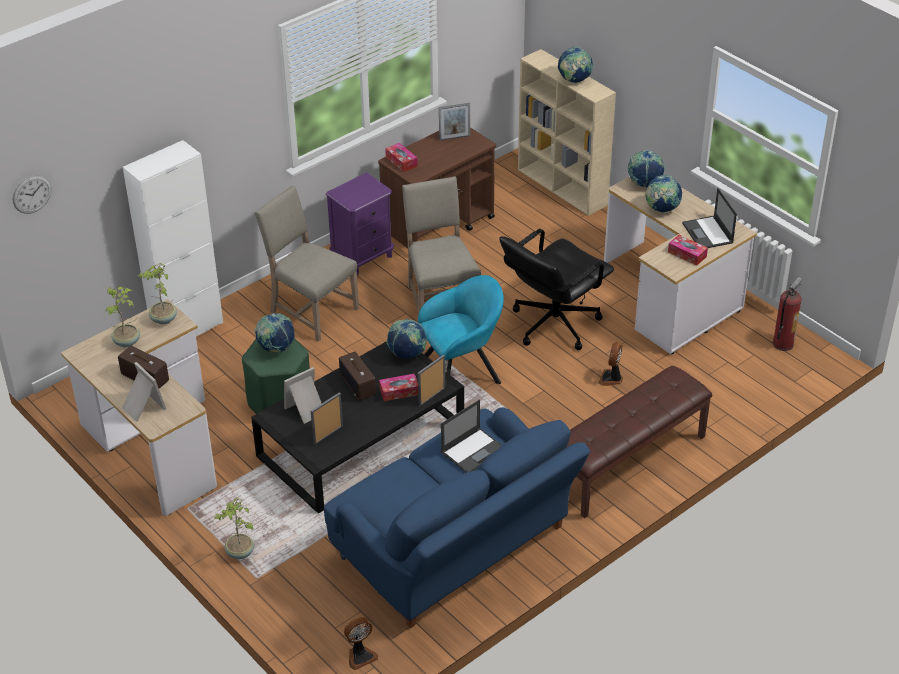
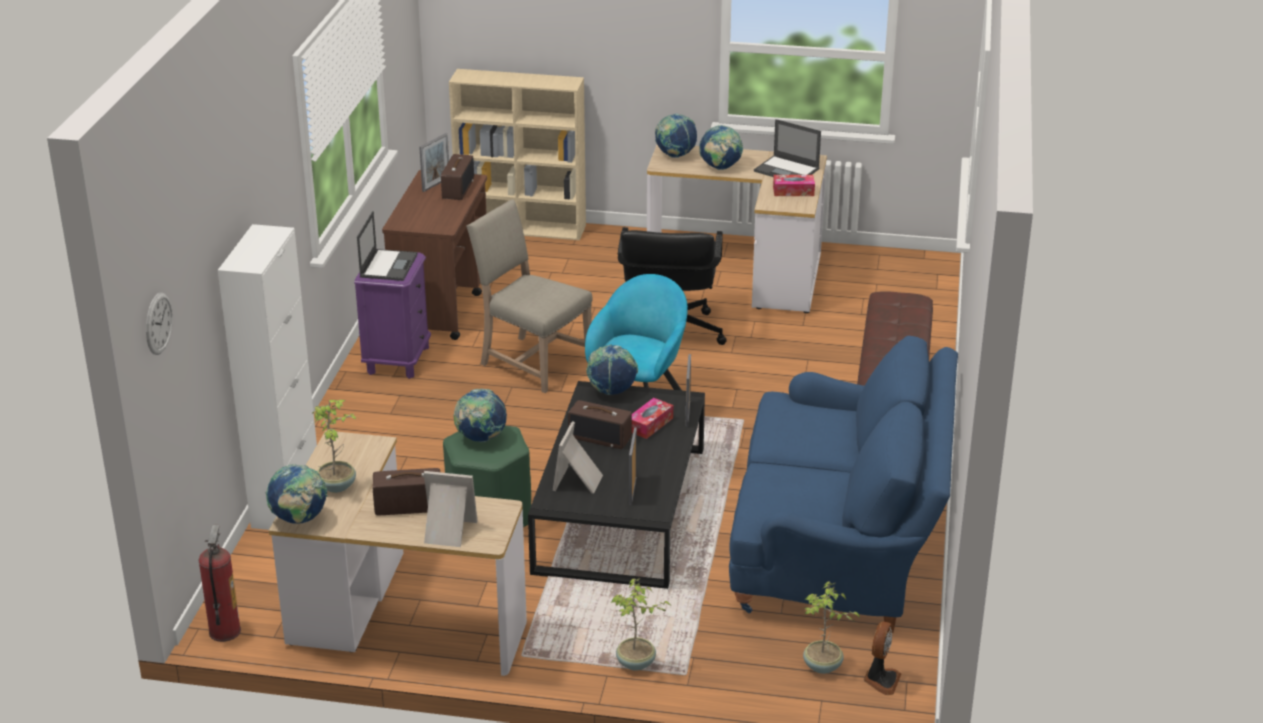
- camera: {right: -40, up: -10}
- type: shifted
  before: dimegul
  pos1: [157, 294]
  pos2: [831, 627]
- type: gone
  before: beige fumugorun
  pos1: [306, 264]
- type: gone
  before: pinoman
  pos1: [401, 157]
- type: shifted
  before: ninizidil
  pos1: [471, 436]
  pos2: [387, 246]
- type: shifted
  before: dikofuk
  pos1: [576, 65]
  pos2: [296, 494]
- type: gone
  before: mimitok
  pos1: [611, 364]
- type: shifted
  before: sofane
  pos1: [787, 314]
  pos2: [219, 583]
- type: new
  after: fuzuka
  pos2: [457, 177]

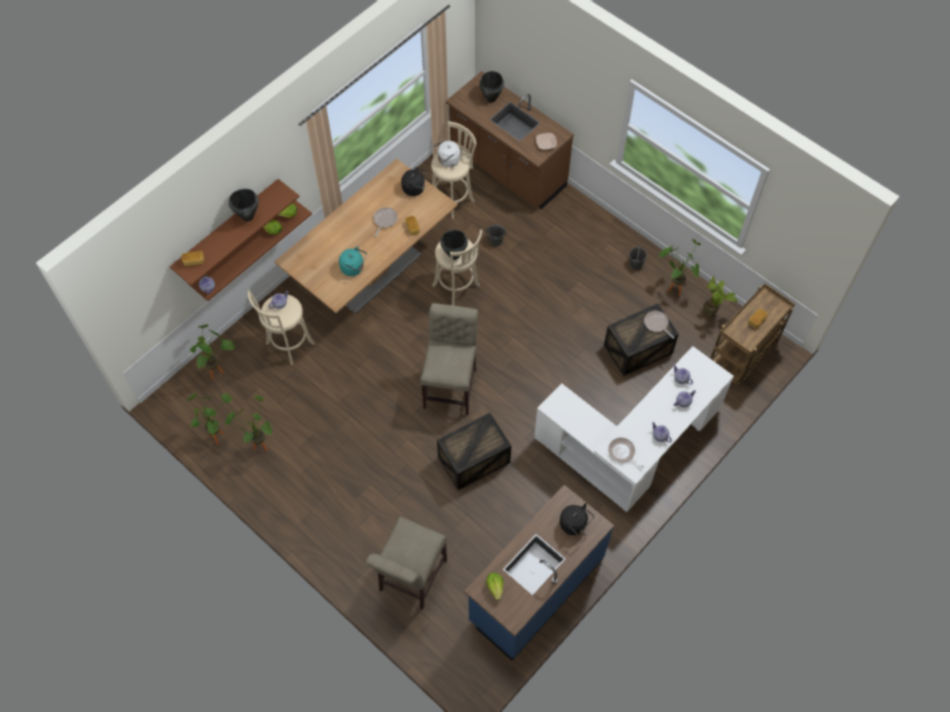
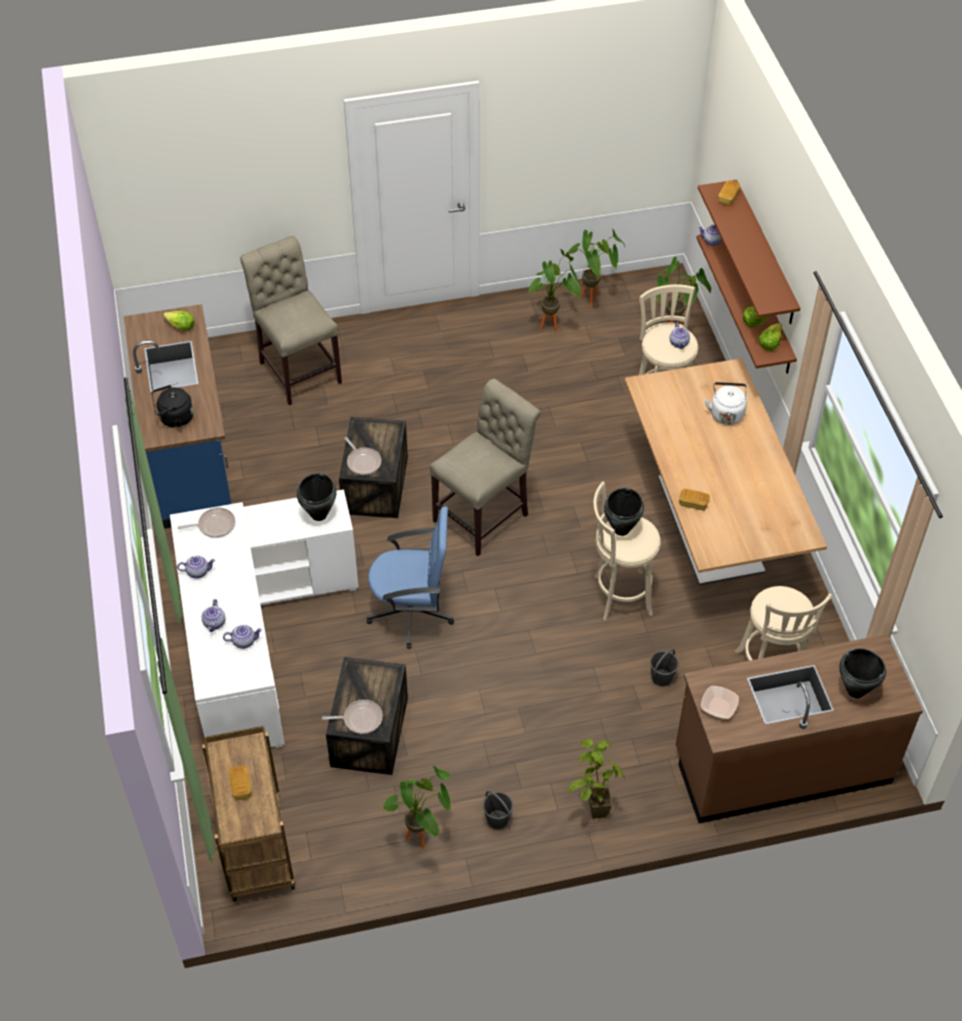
- camera: {right: 125, up: -10}
- type: shifted
  before: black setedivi
  pos1: [244, 205]
  pos2: [316, 497]
- type: gone
  before: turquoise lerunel
  pos1: [353, 261]
- type: shifted
  before: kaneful
  pos1: [386, 222]
  pos2: [363, 456]
- type: gone
  before: black lerunel
  pos1: [414, 181]
- type: rotated
  before: beige fumugorun
  pos1: [449, 359]
  pos2: [485, 467]
  turn: -90
- type: shifted
  before: white lerunel
  pos1: [446, 153]
  pos2: [726, 403]
- type: shifted
  before: dimegul
  pos1: [720, 297]
  pos2: [596, 779]
- type: new
  after: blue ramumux
  pos2: [410, 577]

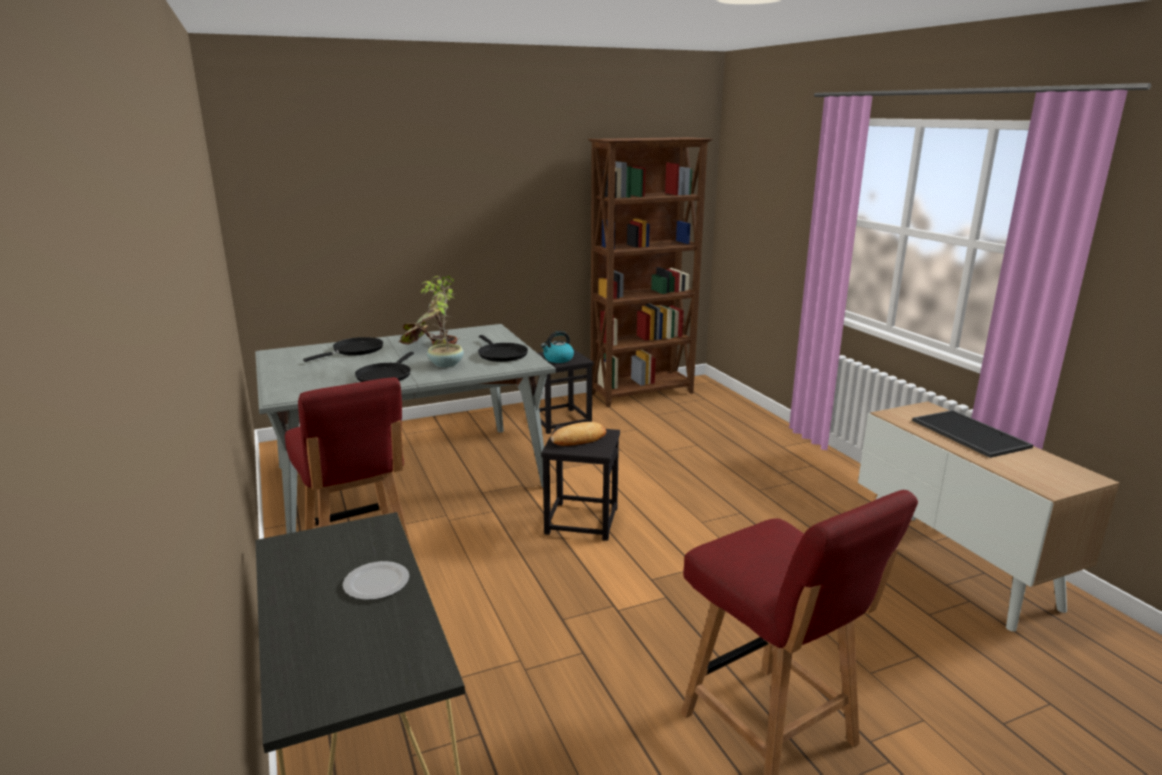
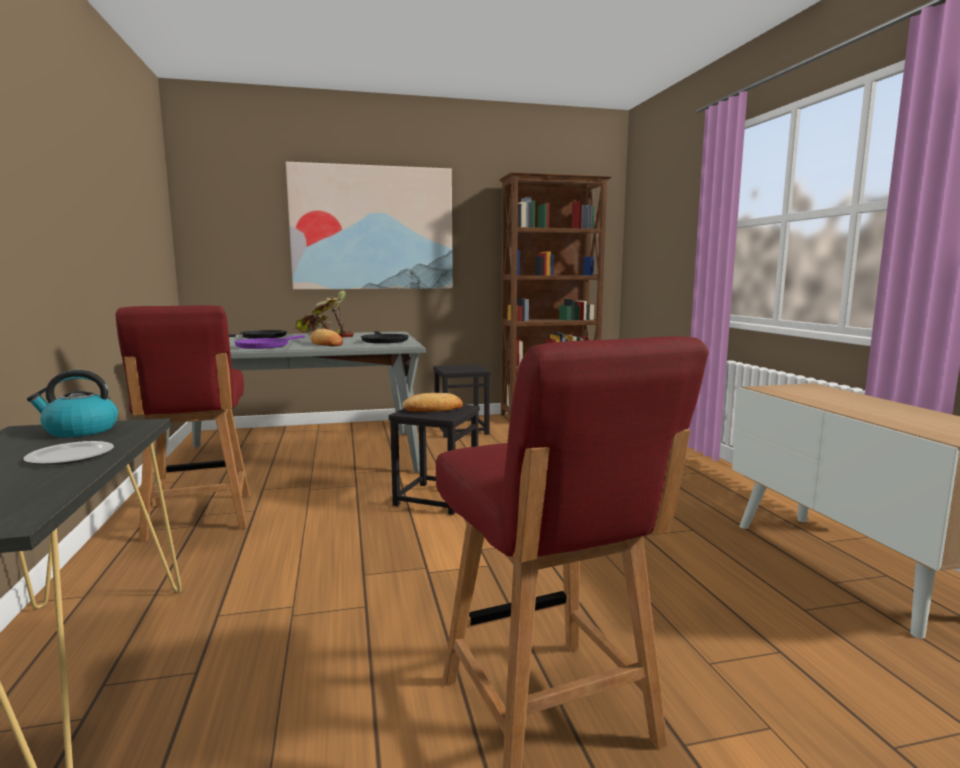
- camera: {right: 10, up: -10}
- type: repainted
  before: black kaneful
  after: purple kaneful
  pos1: [384, 367]
  pos2: [270, 342]
- type: swapped
  before: dimegul
  after: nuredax
  pos1: [442, 322]
  pos2: [326, 337]
- type: shifted
  before: lerunel
  pos1: [557, 347]
  pos2: [72, 403]
- type: gone
  before: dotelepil
  pos1: [972, 434]
- type: new
  after: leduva
  pos2: [369, 225]

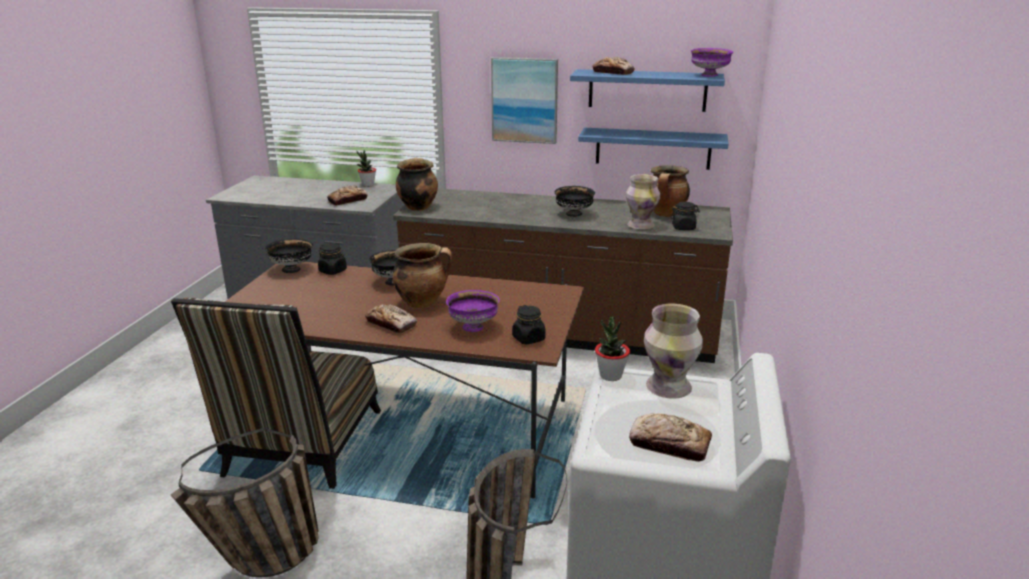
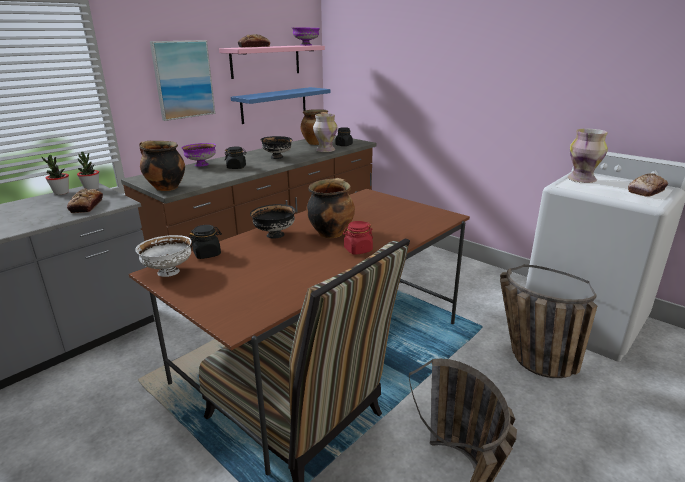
- camera: {right: -60, up: 0}
- type: repainted
  before: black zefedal
  after: white zefedal
  pos1: [289, 256]
  pos2: [163, 256]
- type: swapped
  before: nuredax
  after: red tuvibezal
  pos1: [391, 318]
  pos2: [358, 238]
- type: shifted
  before: purple zefedal
  pos1: [473, 311]
  pos2: [199, 155]
- type: shifted
  before: black tuvibezal
  pos1: [528, 325]
  pos2: [236, 158]
- type: repainted
  before: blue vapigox
  after: pink vapigox
  pos1: [647, 90]
  pos2: [272, 62]
- type: shifted
  before: dimegul
  pos1: [612, 348]
  pos2: [88, 171]

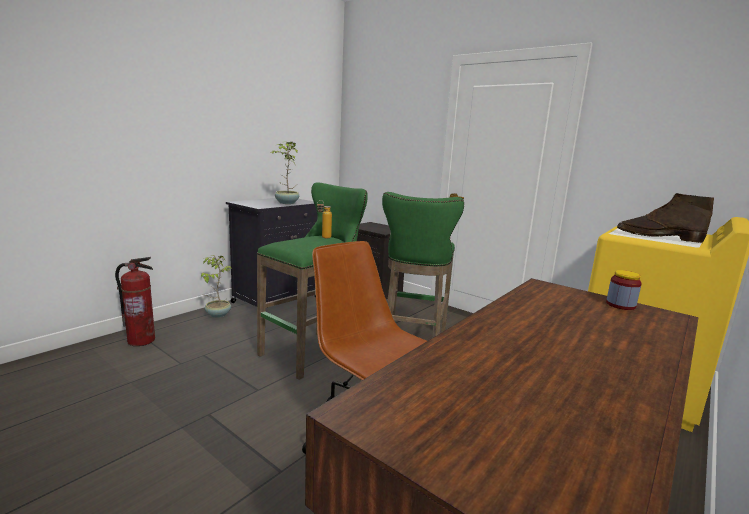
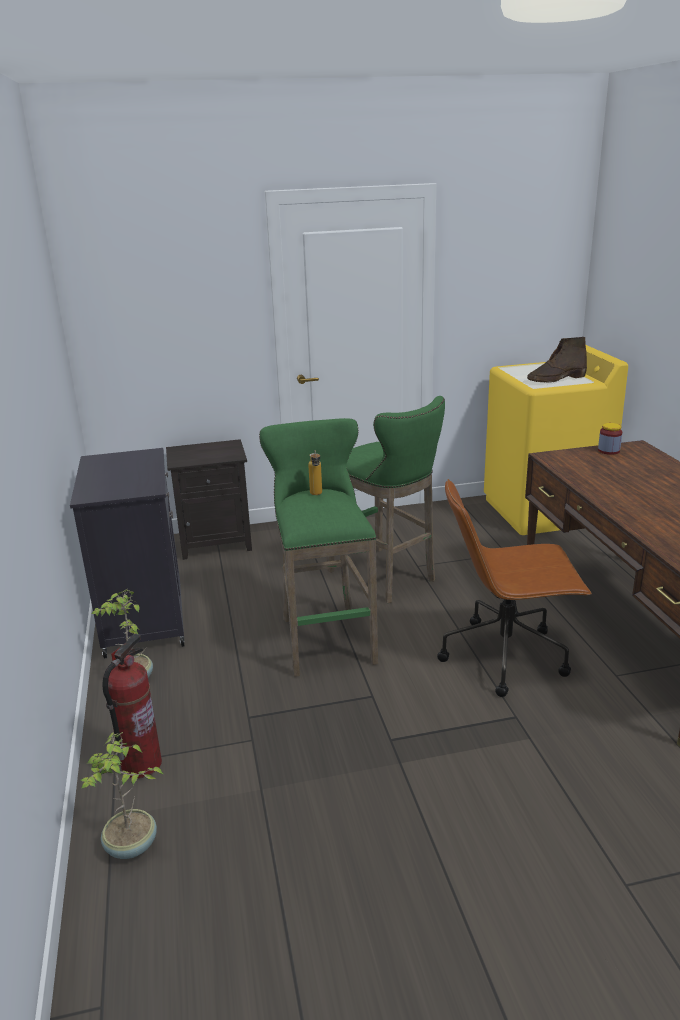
- camera: {right: -50, up: 10}
- type: shifted
  before: dimegul
  pos1: [284, 172]
  pos2: [122, 795]

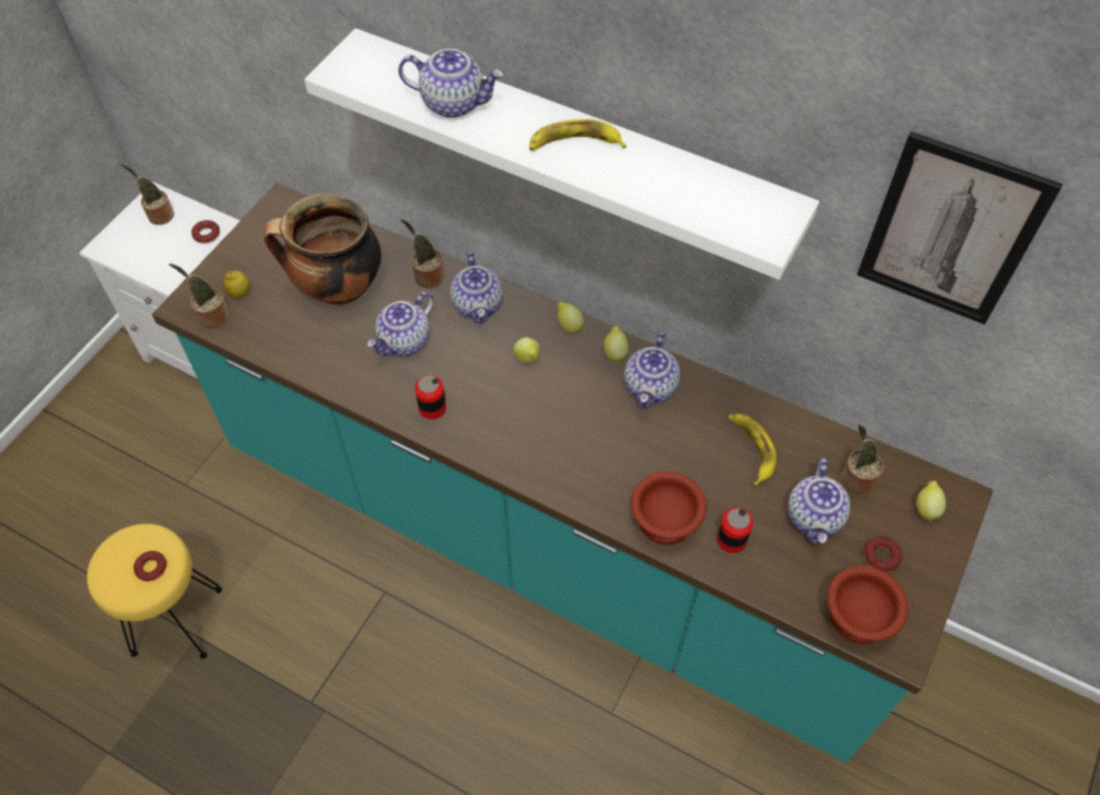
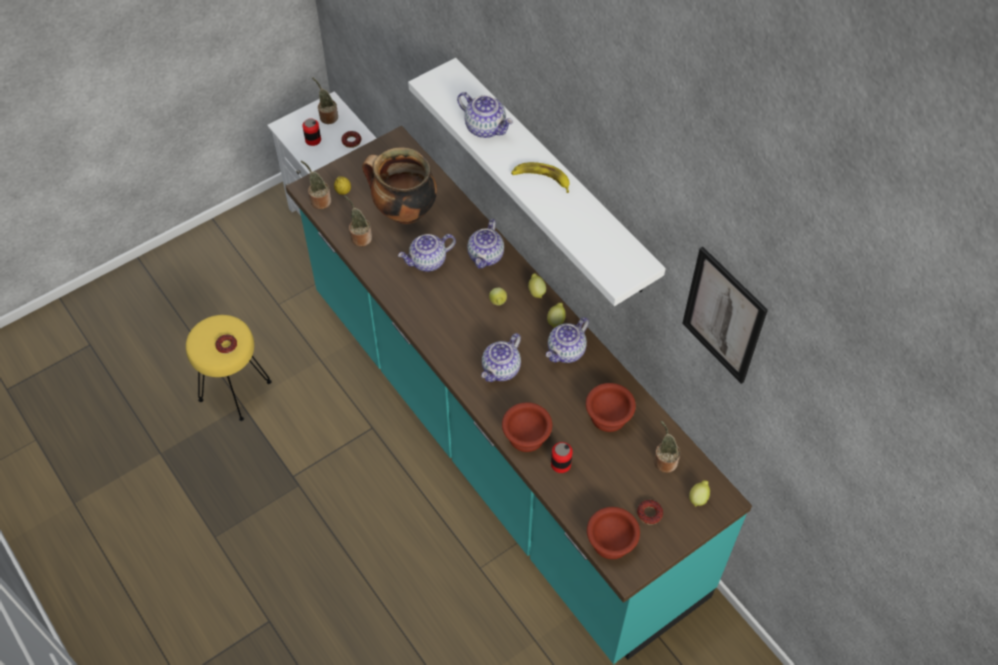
- camera: {right: 25, up: 0}
- type: shifted
  before: dimegul
  pos1: [423, 253]
  pos2: [358, 221]
- type: shifted
  before: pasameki
  pos1: [430, 397]
  pos2: [311, 132]
- type: swapped
  before: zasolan
  after: brown zefedal
  pos1: [752, 450]
  pos2: [611, 407]
- type: shifted
  before: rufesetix
  pos1: [819, 501]
  pos2: [501, 357]

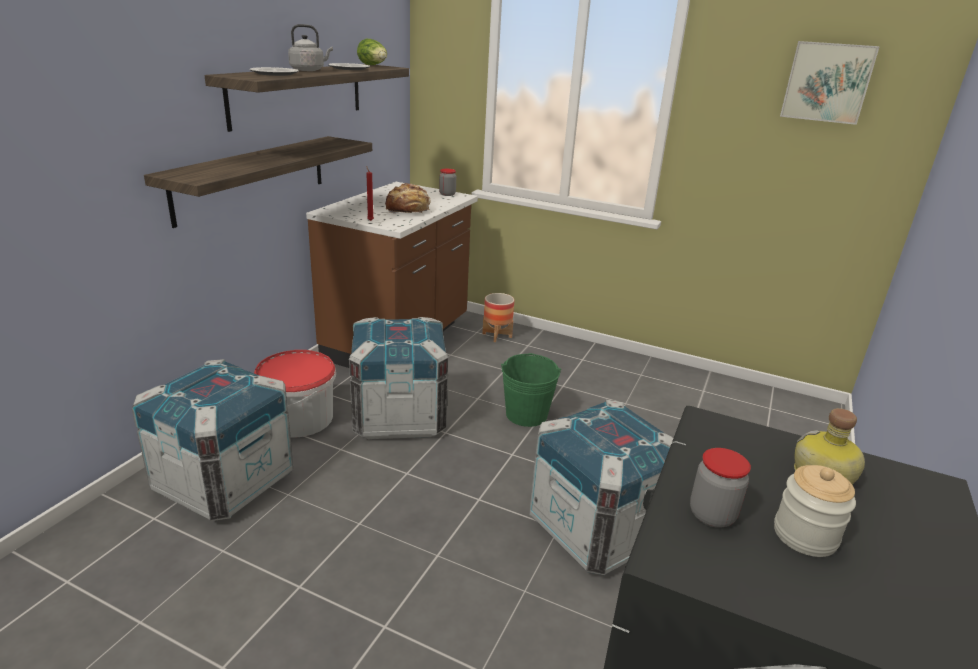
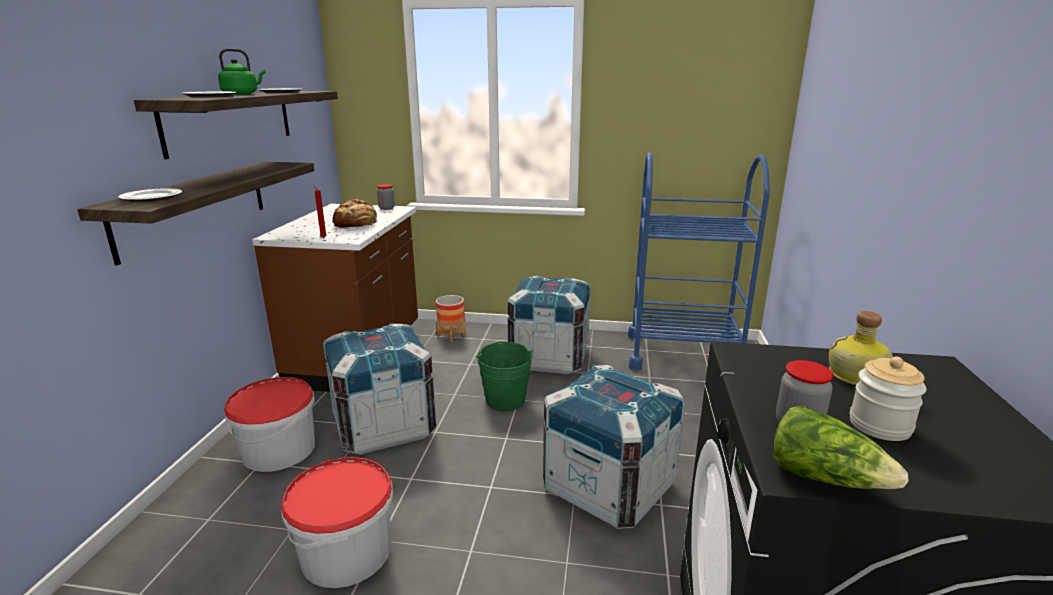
- camera: {right: -15, up: -5}
- type: shifted
  before: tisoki
  pos1: [212, 440]
  pos2: [549, 325]
- type: repainted
  before: grey lerunel
  after: green lerunel
  pos1: [310, 47]
  pos2: [242, 71]
- type: shifted
  before: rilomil
  pos1: [372, 51]
  pos2: [841, 447]
- type: gone
  before: leduva
  pos1: [830, 83]
- type: new
  after: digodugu
  pos2: [150, 195]
- type: new
  after: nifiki
  pos2: [337, 522]
- type: new
  after: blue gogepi
  pos2: [699, 261]

